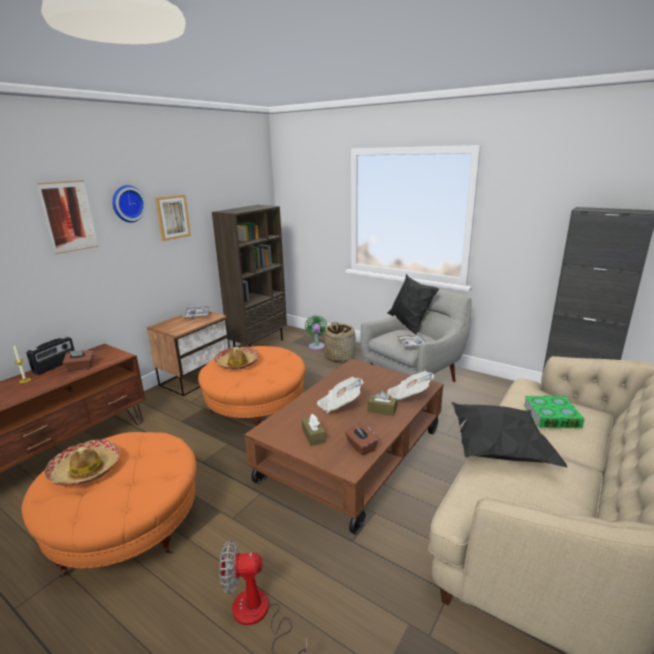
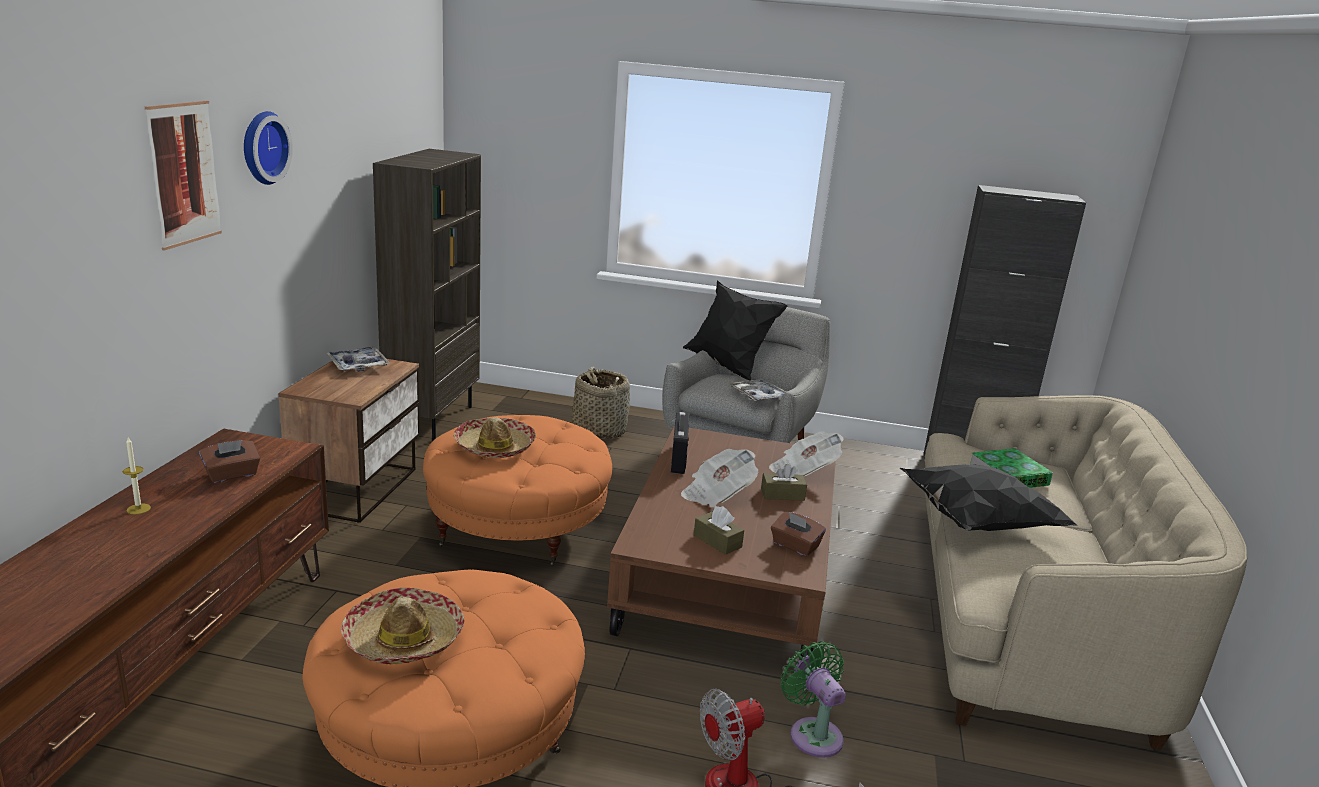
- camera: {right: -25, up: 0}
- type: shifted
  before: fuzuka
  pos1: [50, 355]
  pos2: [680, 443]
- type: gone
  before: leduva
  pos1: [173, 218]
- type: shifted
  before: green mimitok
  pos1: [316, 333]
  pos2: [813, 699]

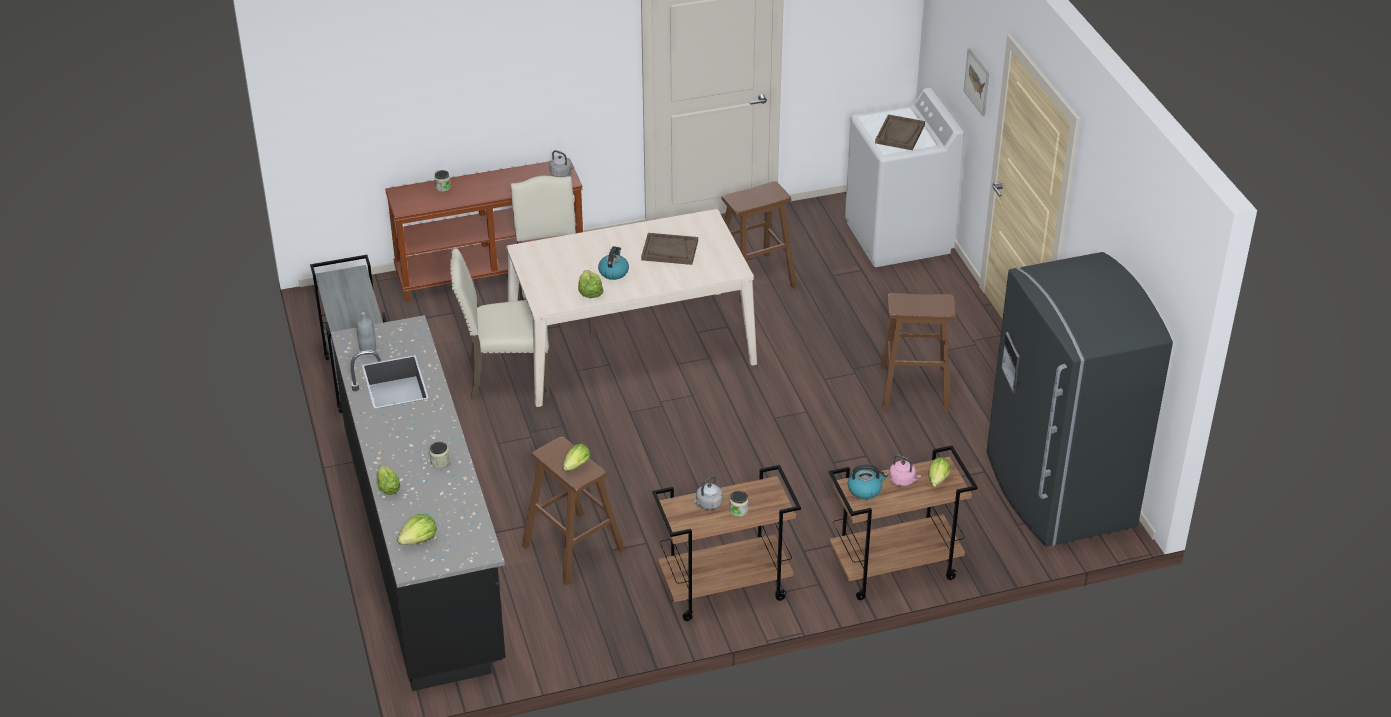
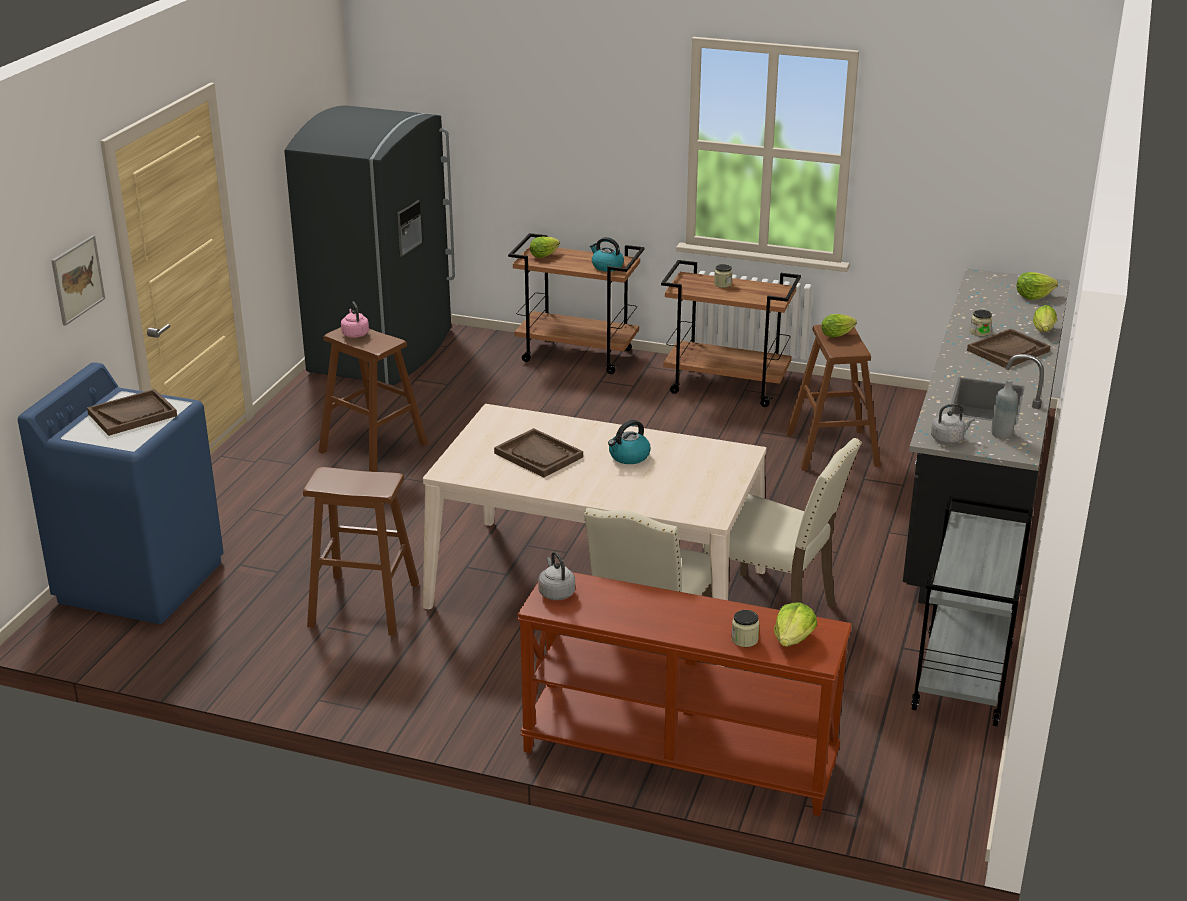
- camera: {right: -145, up: -10}
- type: shifted
  before: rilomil
  pos1: [590, 284]
  pos2: [795, 624]
- type: shifted
  before: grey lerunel
  pos1: [708, 493]
  pos2: [953, 424]
- type: repainted
  before: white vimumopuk
  after: blue vimumopuk
  pos1: [904, 177]
  pos2: [121, 493]
- type: shifted
  before: pink lerunel
  pos1: [905, 470]
  pos2: [355, 320]
- type: new
  after: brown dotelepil
  pos2: [1008, 348]

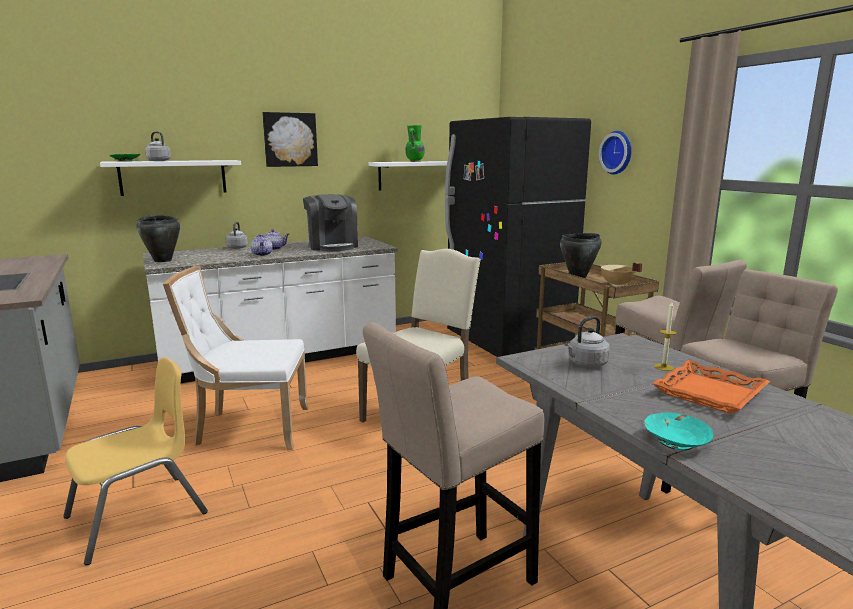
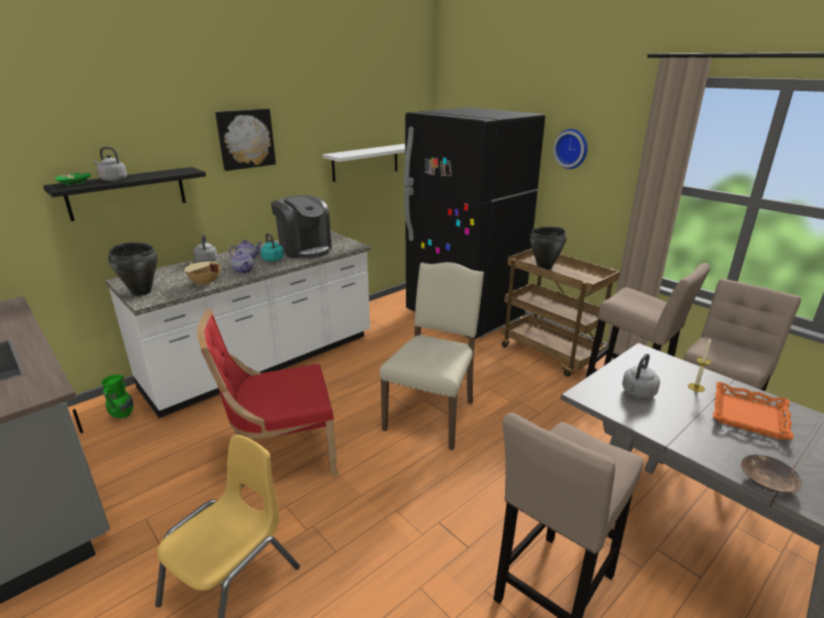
- camera: {right: -15, up: 10}
- type: repainted
  before: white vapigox
  after: black vapigox
  pos1: [170, 178]
  pos2: [124, 194]
- type: repainted
  before: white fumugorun
  after: red fumugorun
  pos1: [236, 357]
  pos2: [268, 398]
- type: shifted
  before: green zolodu
  pos1: [415, 143]
  pos2: [118, 397]
- type: shifted
  before: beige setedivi
  pos1: [621, 274]
  pos2: [203, 274]
- type: repainted
  before: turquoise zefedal
  after: brown zefedal
  pos1: [679, 431]
  pos2: [771, 474]
- type: new
  after: turquoise lerunel
  pos2: [272, 247]

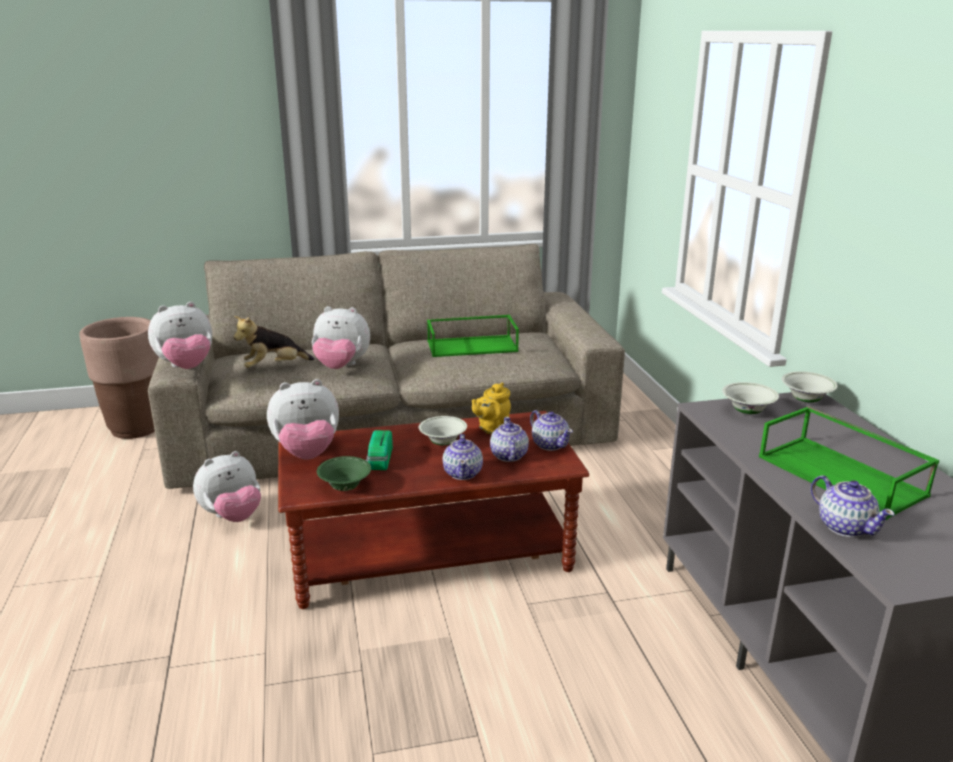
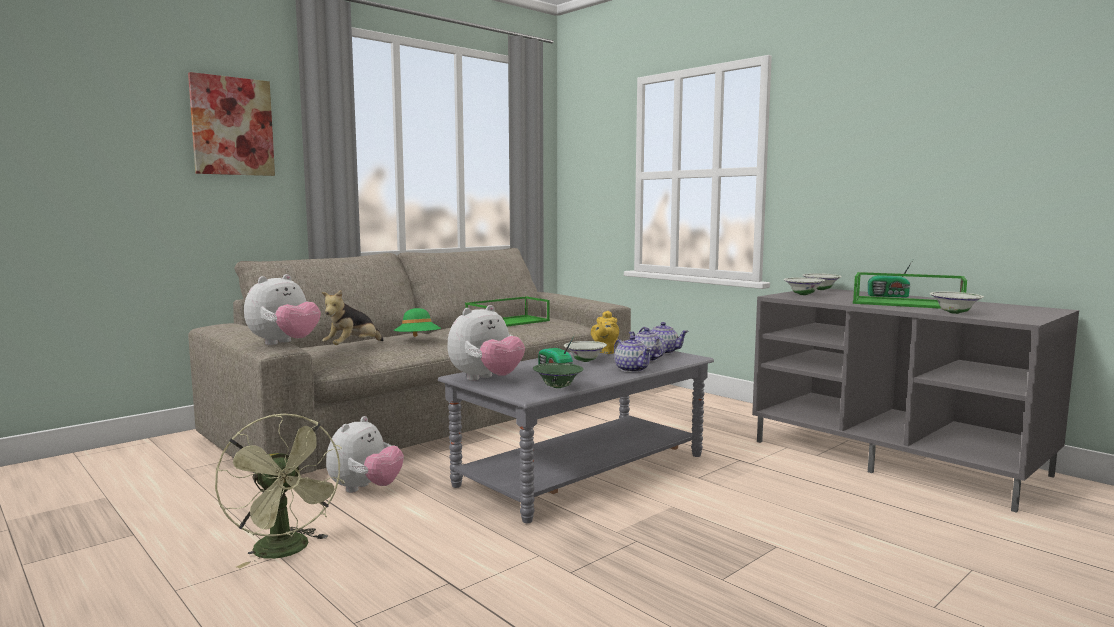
- camera: {right: -30, up: -15}
- type: gone
  before: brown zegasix
  pos1: [119, 378]
- type: repainted
  before: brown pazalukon
  after: grey pazalukon
  pos1: [433, 510]
  pos2: [576, 433]
- type: swapped
  before: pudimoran
  after: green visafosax
  pos1: [341, 337]
  pos2: [417, 322]
- type: swapped
  before: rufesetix
  after: white zefedal
  pos1: [853, 506]
  pos2: [956, 303]
- type: new
  after: leduva
  pos2: [231, 124]
- type: new
  after: green mimitok
  pos2: [280, 490]
- type: new
  after: fuzuka
  pos2: [890, 279]

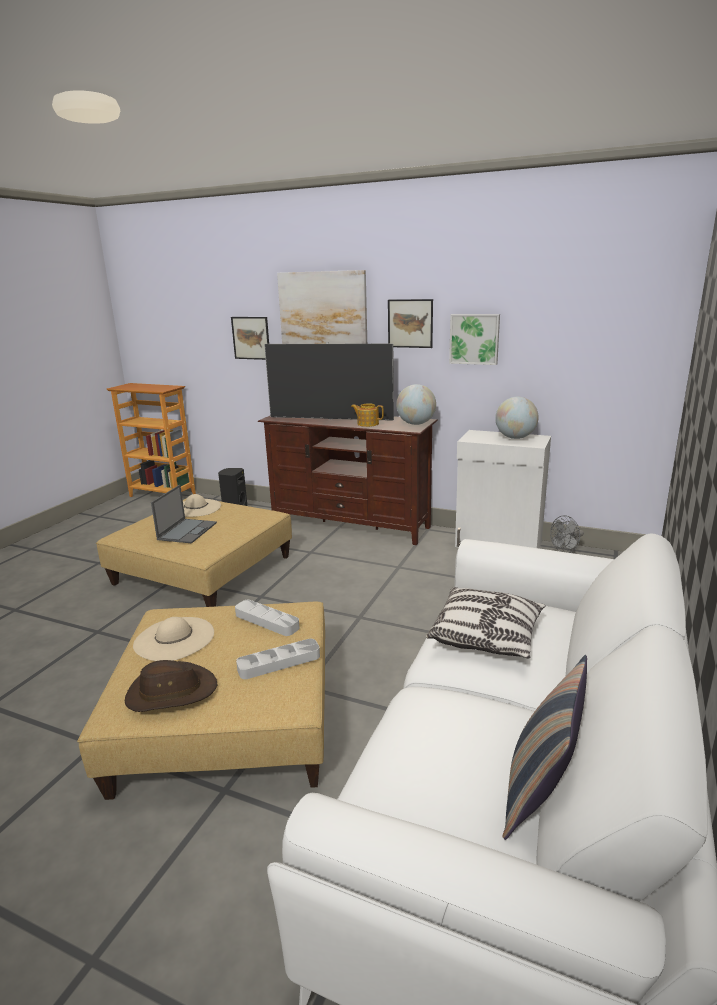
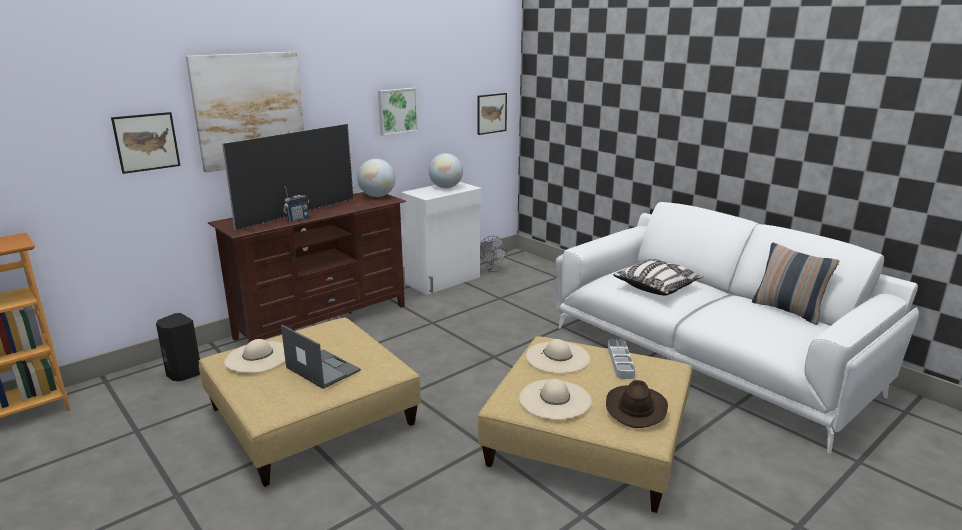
- camera: {right: -65, up: 0}
- type: swapped
  before: grey dotelepil
  after: beige visafosax
  pos1: [267, 618]
  pos2: [558, 356]
- type: gone
  before: rufesetix
  pos1: [367, 415]
- type: shifted
  before: leduva
  pos1: [410, 323]
  pos2: [492, 114]
- type: new
  after: fuzuka
  pos2: [296, 204]

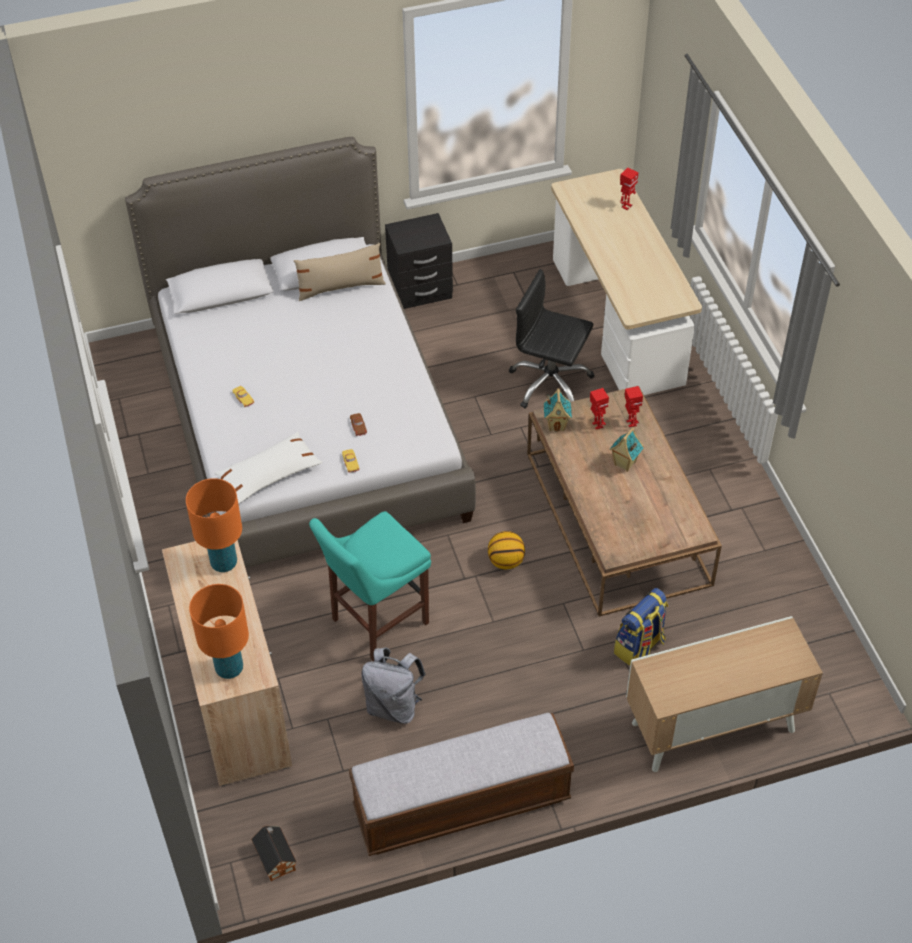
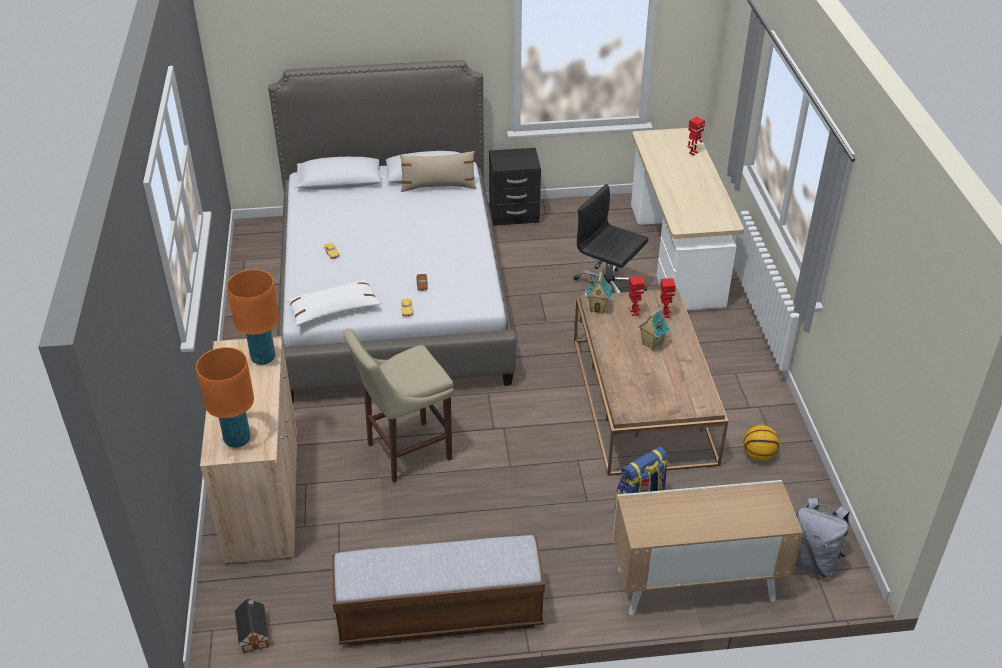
- camera: {right: 10, up: -10}
- type: repainted
  before: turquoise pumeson
  after: beige pumeson
  pos1: [370, 586]
  pos2: [398, 405]
- type: shifted
  before: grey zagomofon
  pos1: [393, 686]
  pos2: [822, 537]
- type: shifted
  before: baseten
  pos1: [506, 550]
  pos2: [761, 443]

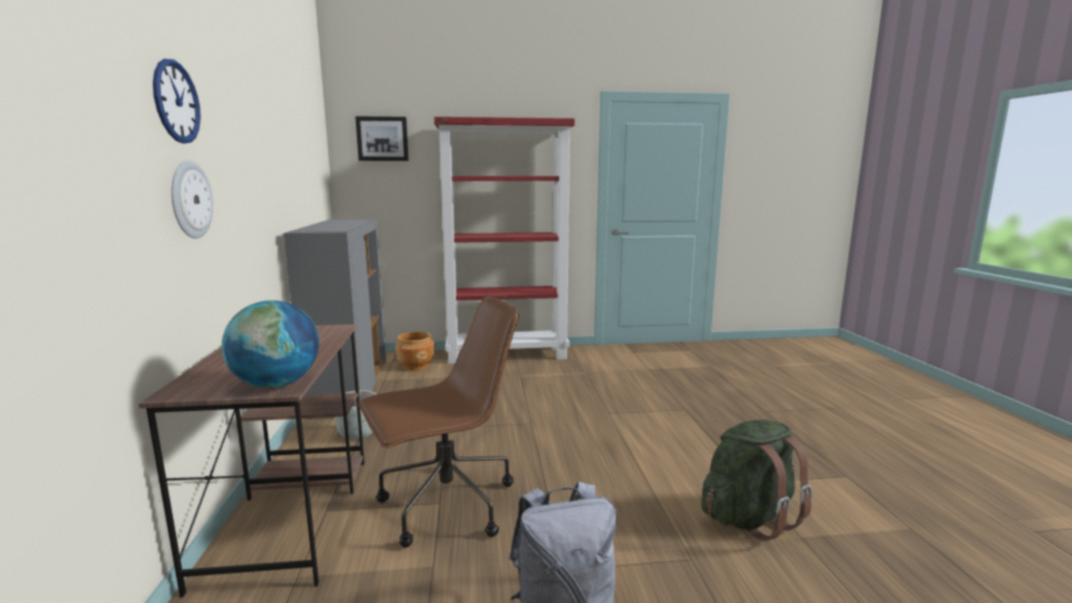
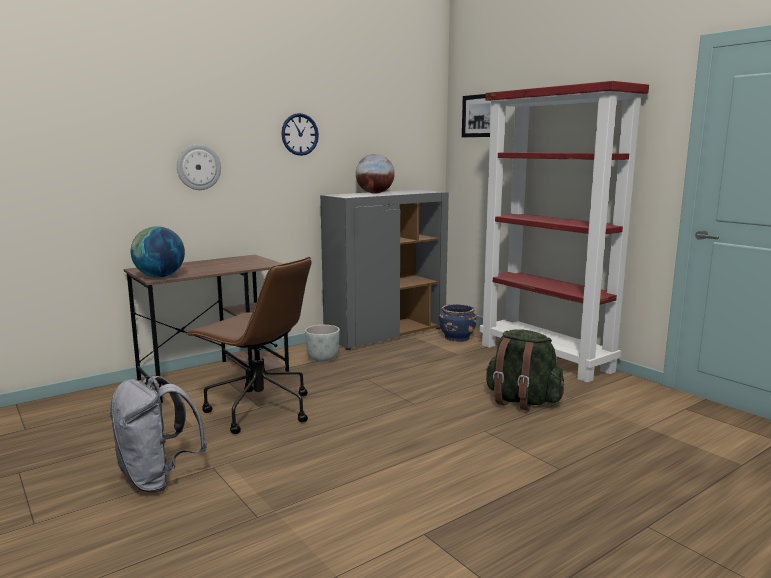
- camera: {right: 60, up: 0}
- type: shifted
  before: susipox
  pos1: [177, 101]
  pos2: [300, 134]
- type: repainted
  before: brown zegasix
  after: blue zegasix
  pos1: [415, 351]
  pos2: [458, 323]
- type: shifted
  before: green zagomofon
  pos1: [756, 480]
  pos2: [525, 370]
- type: new
  after: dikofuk
  pos2: [375, 174]

